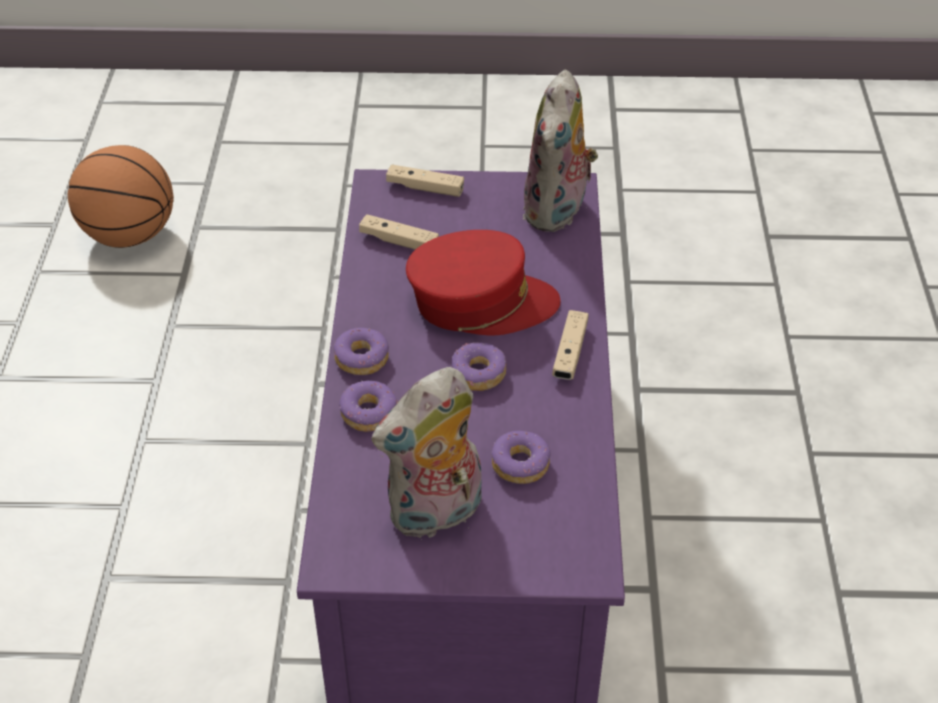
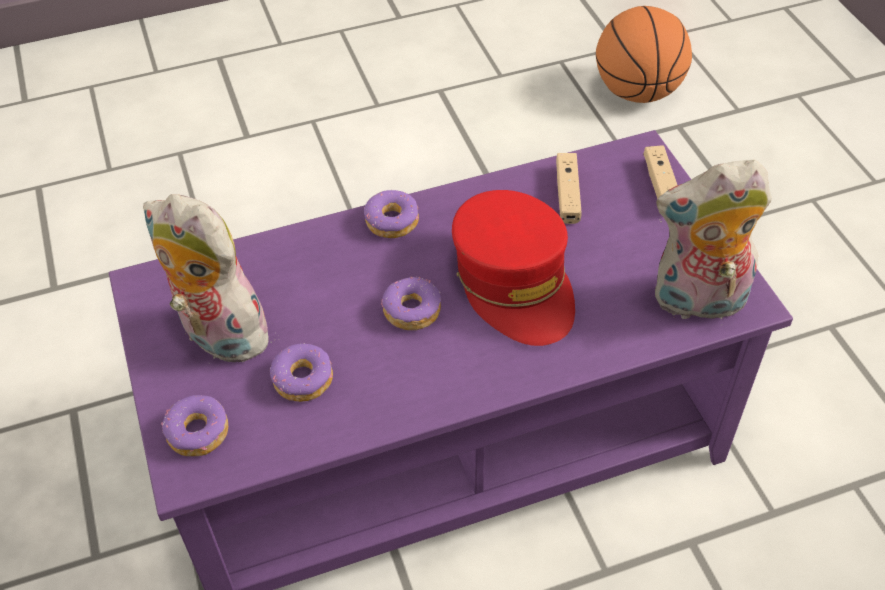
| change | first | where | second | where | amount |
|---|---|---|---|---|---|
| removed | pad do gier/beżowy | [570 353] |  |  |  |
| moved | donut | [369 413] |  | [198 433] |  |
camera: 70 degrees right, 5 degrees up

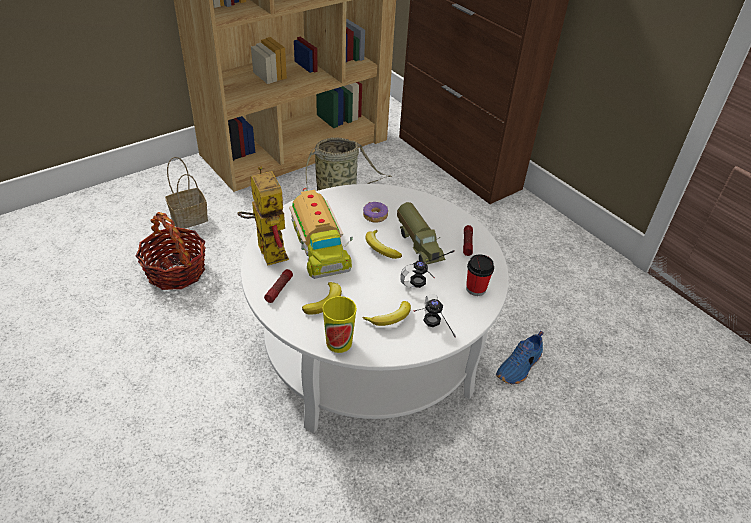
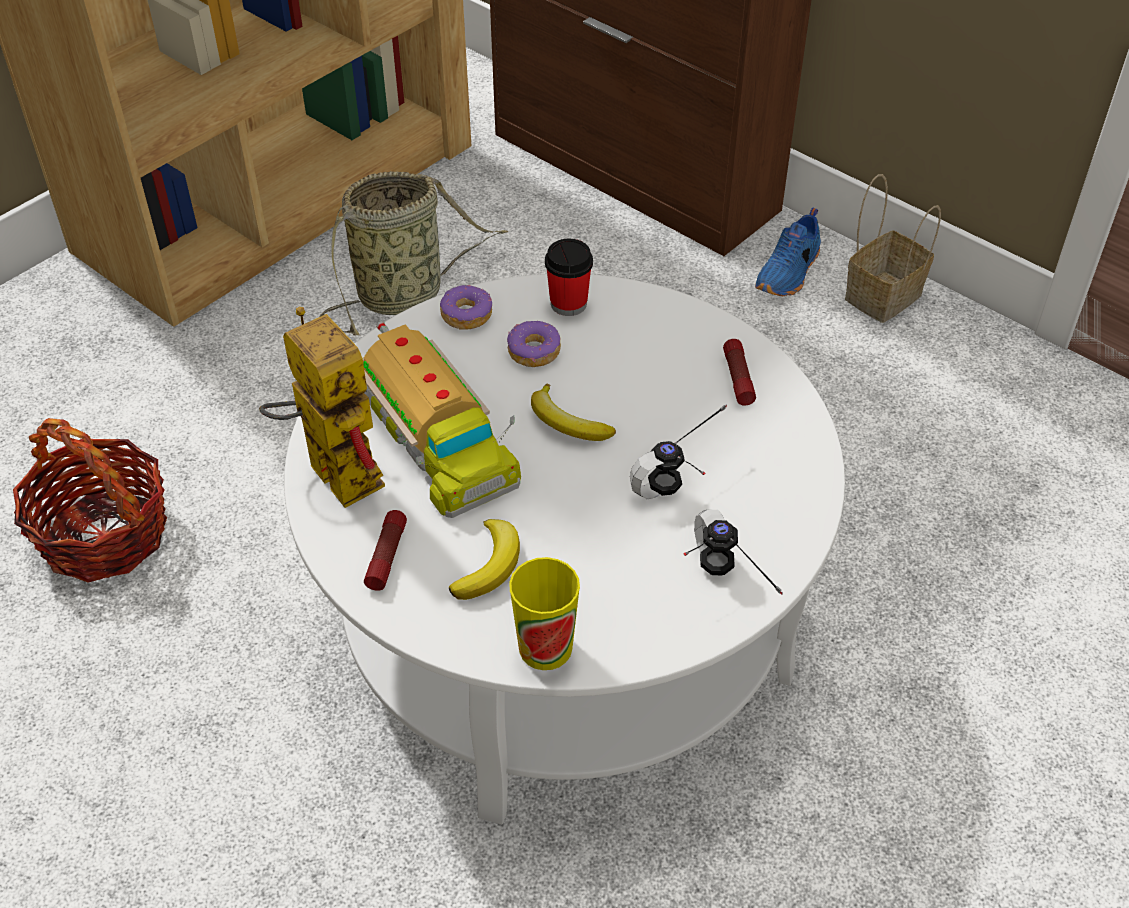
| change | first | where | second | where | amount |
|---|---|---|---|---|---|
| moved | koszyk | [190 218] |  | [883 295] |  |
| removed | ciężarówka zabawkowa | [419 244] |  |  |  |
| moved | filiżanka | [476 289] |  | [568 304] |  |
| removed | banan | [390 318] |  |  |  |
| moved | but/niebieski | [519 367] |  | [789 273] |  |
| added |  |  | donut | [466 314] |  |
camera: 10 degrees left, 5 degrees up

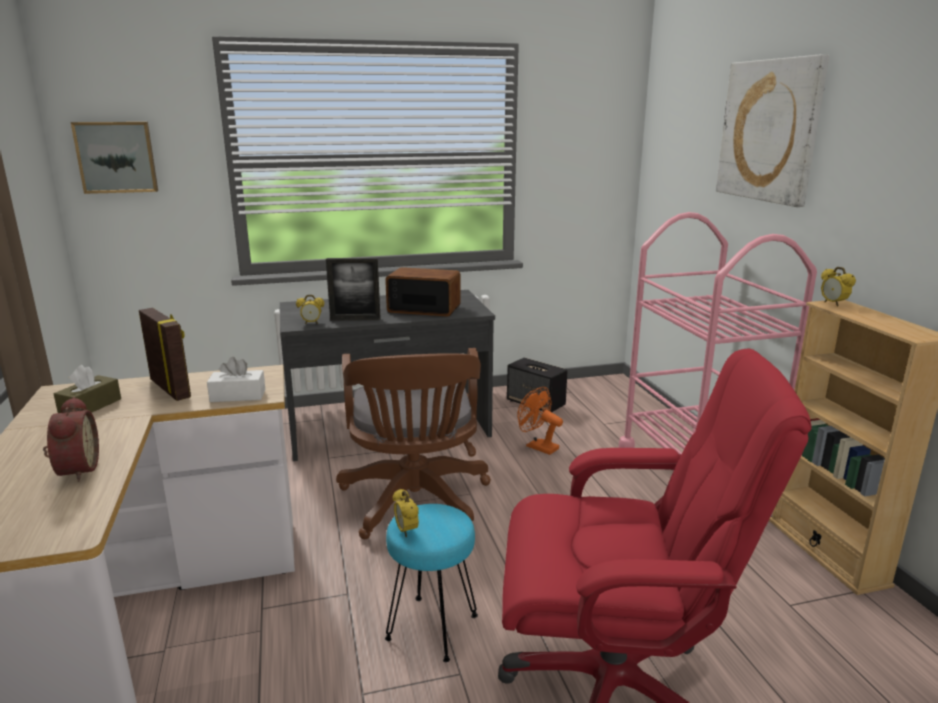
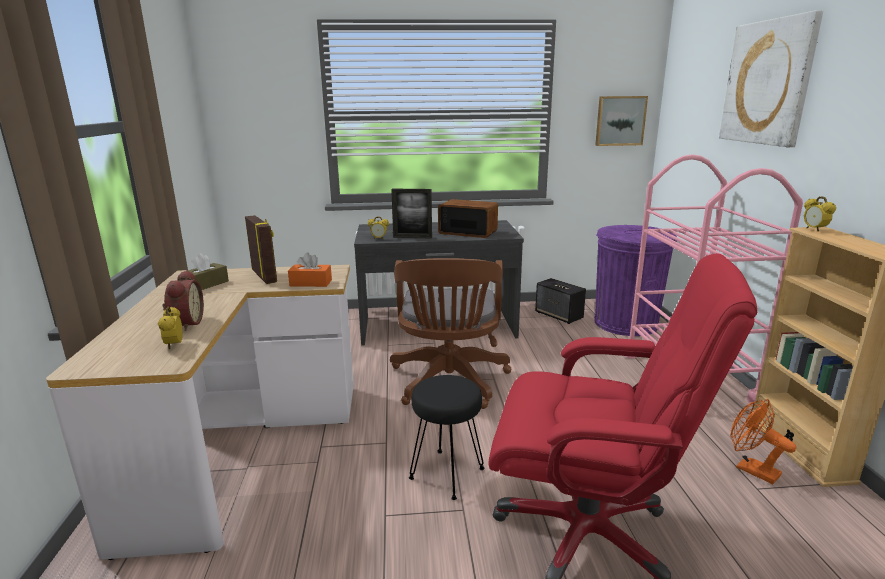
| change | first | where | second | where | amount |
|---|---|---|---|---|---|
| moved | obraz | [116 157] |  | [620 121] |  |
| recoloured | pudełko chusteczek/biały | [238 396] | pudełko chusteczek/pomarańczowy | [311 283] |  |
| moved | wentylator/pomarańczowy | [537 446] |  | [750 469] |  |
| moved | budzik | [406 531] |  | [174 345] |  |
| recoloured | stołek/turkusowy | [433 628] | stołek/czarny | [447 474] |  |
| added |  |  | kosz na śmieci/fioletowy | [625 323] |  |
camera: 10 degrees right, 0 degrees up

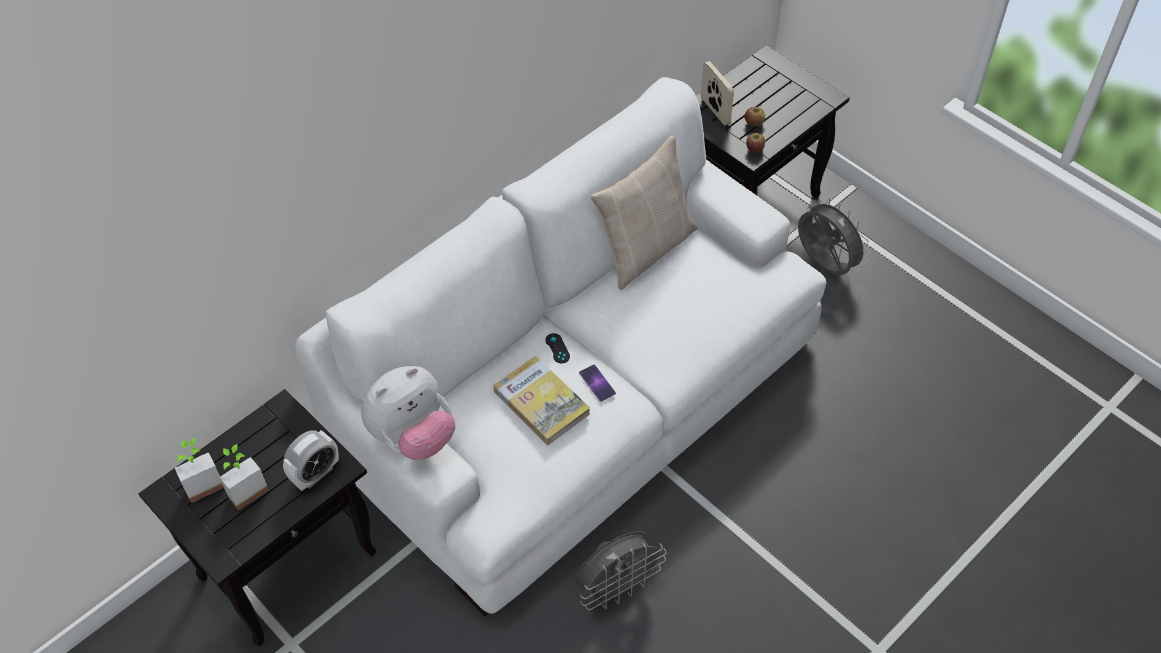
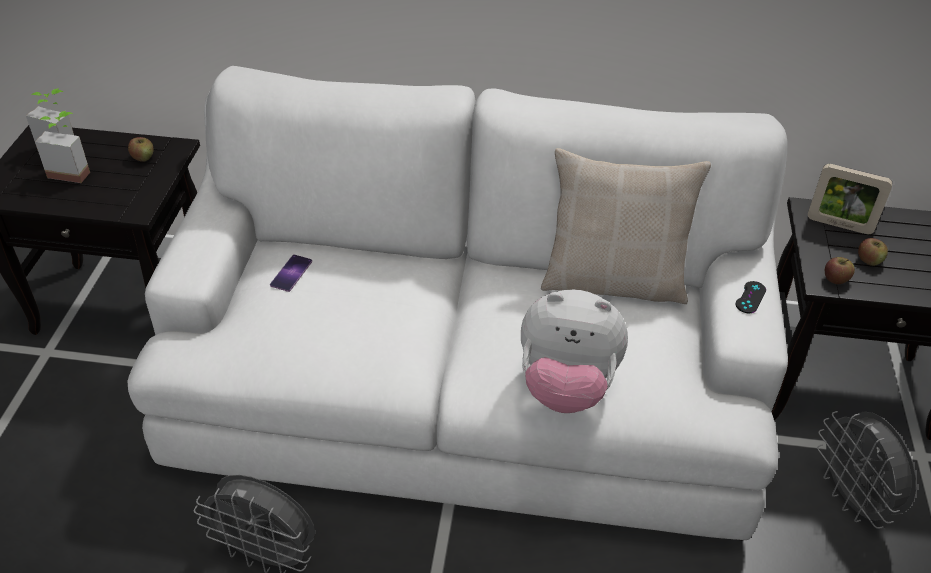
| change | first | where | second | where | amount |
|---|---|---|---|---|---|
| turned | ramka na zdjęcie | [715 111] |  | [839 225] | 90 degrees clockwise |
| turned | wentylator/szary | [823 266] |  | [852 500] | 150 degrees clockwise |
| moved | pad do gier/czarny | [557 348] |  | [750 297] |  |
| removed | książka | [541 402] |  |  |  |
| moved | telefon | [597 383] |  | [291 273] |  |
| moved | pluszak | [413 436] |  | [566 387] |  |
| removed | budzik | [315 474] |  |  |  |
| added |  |  | jabłko | [143 157] |  |
camera: 50 degrees right, 10 degrees down

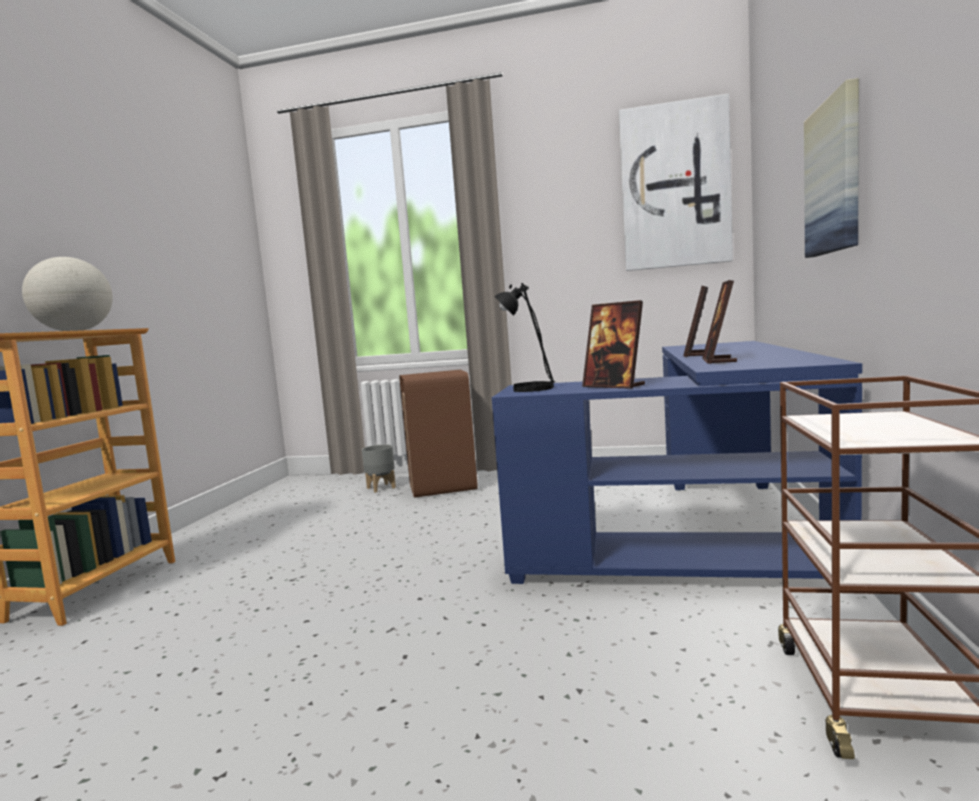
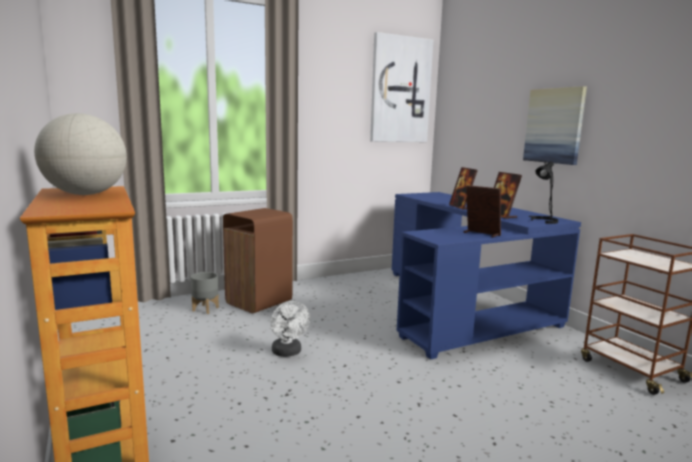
| change | first | where | second | where | amount |
|---|---|---|---|---|---|
| moved | lampa stołowa/czarny | [531 388] |  | [542 221] |  |
| turned | ramka na zdjęcie | [614 386] |  | [481 234] | 150 degrees counterclockwise |
| added |  |  | wentylator/biały | [288 353] |  |
camera: 40 degrees left, 5 degrees up

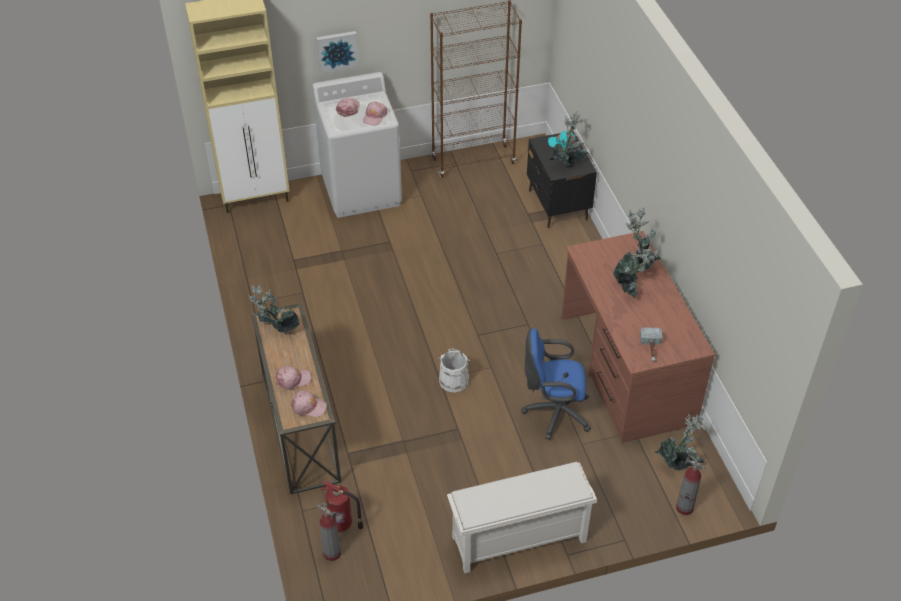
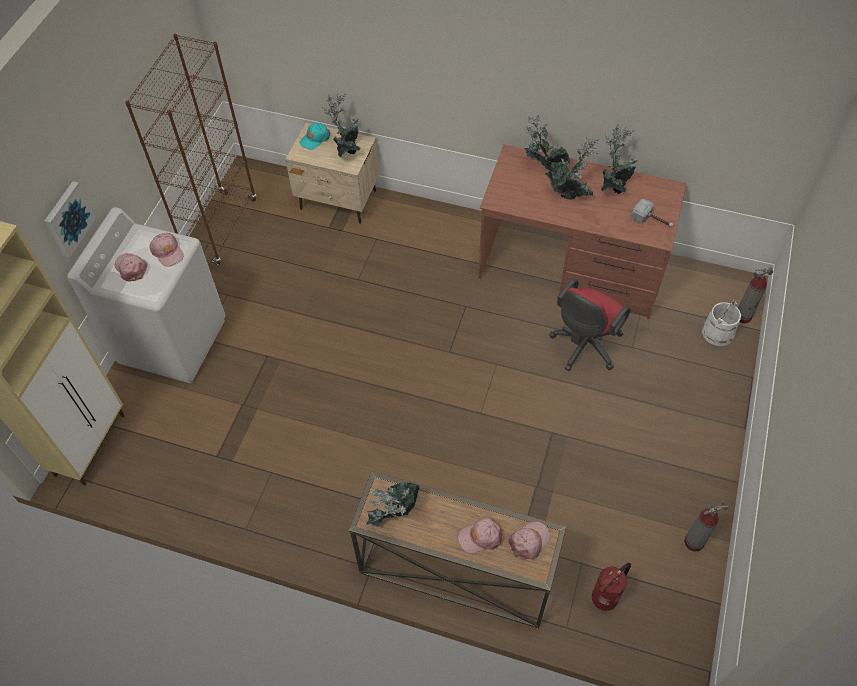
| change | first | where | second | where | amount |
|---|---|---|---|---|---|
| recoloured | szafka nocna/czarny | [557 205] | szafka nocna/beżowy | [338 200] |  |
| recoloured | krzesło biurowe/niebieski | [553 413] | krzesło biurowe/czerwony | [583 347] |  |
| moved | wiadro/biały | [453 381] |  | [718 333] |  |
| turned | czapka z daszkiem/różowy | [293 380] |  | [480 537] | 120 degrees counterclockwise |
| moved | roślina doniczkowa | [678 463] |  | [613 187] |  |
| removed | regał na buty/biały | [518 540] |  |  |  |
| moved | gaśnica | [332 553] |  | [693 542] |  |
camera: 55 degrees left, 10 degrees up

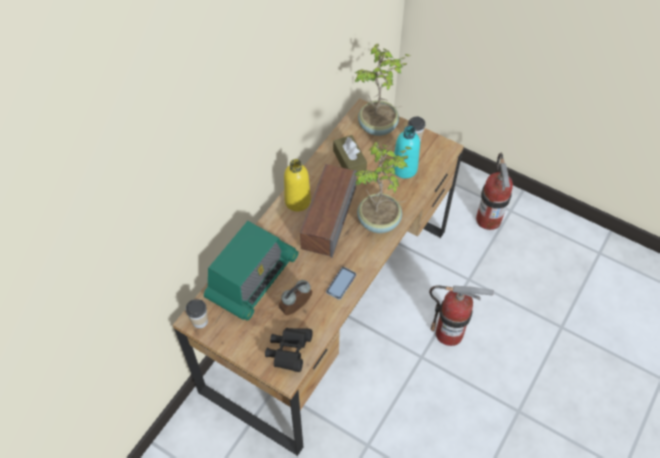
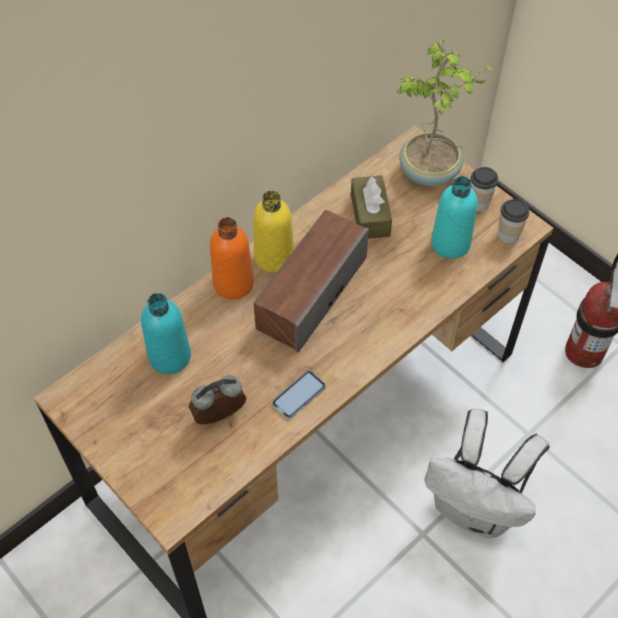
| change | first | where | second | where | amount |
|---|---|---|---|---|---|
| removed | roślina doniczkowa | [380 221] |  |  |  |
| replaced | radio | [252 278] | butelka/turkusowy | [170 356] |  |
| replaced | gaśnica | [449 333] | plecak/biały | [475 508] |  |
| moved | filiżanka | [200 321] |  | [508 235] |  |
| removed | lornetka/czarny | [289 352] |  |  |  |
| added |  |  | butelka/pomarańczowy | [233 283] |  |
camera: 15 degrees right, 0 degrees up

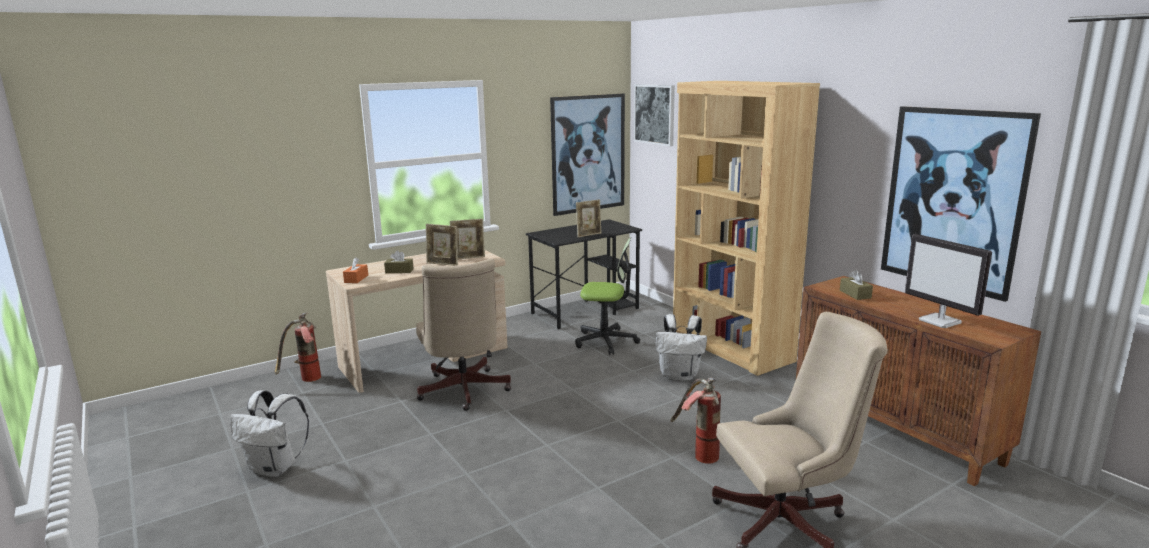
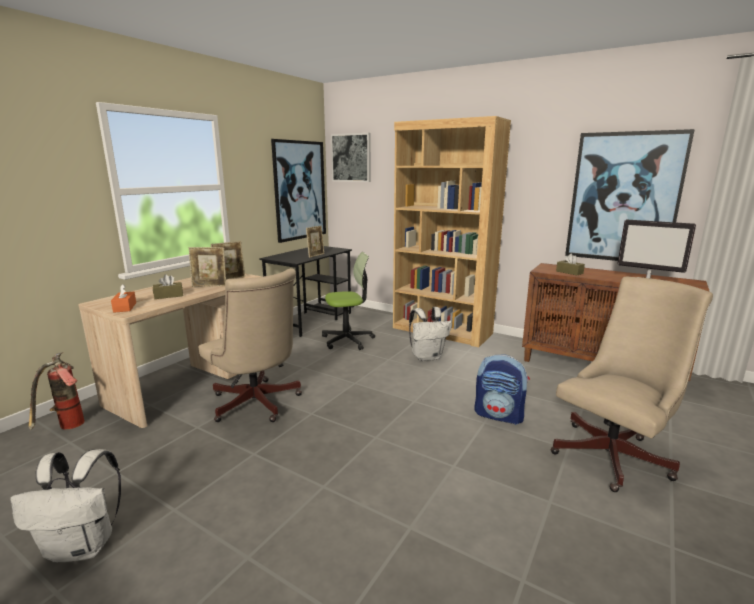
| change | first | where | second | where | amount |
|---|---|---|---|---|---|
| replaced | gaśnica | [697 454] | plecak | [499 415] |  |
camera: 25 degrees left, 0 degrees up

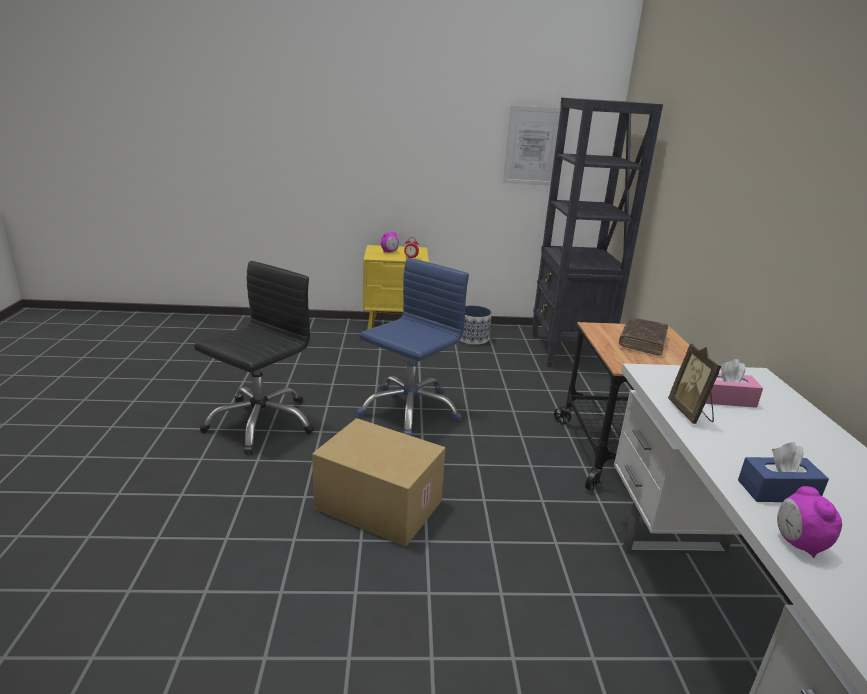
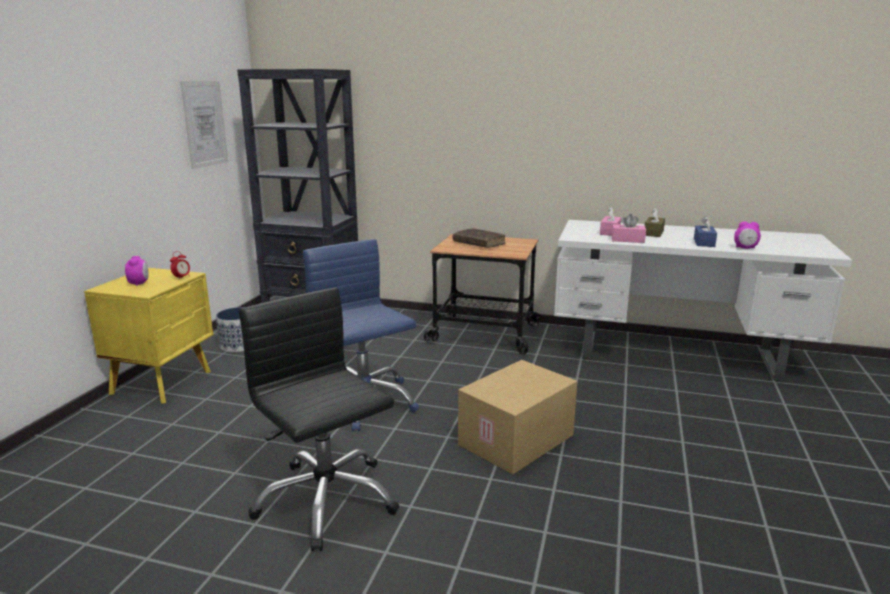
| change | first | where | second | where | amount |
|---|---|---|---|---|---|
| replaced | ramka na zdjęcie | [690 413] | pudełko chusteczek/różowy | [627 240] |  |
| added |  |  | pudełko chusteczek/brązowy | [653 233] |  |
camera: 70 degrees left, 5 degrees down

